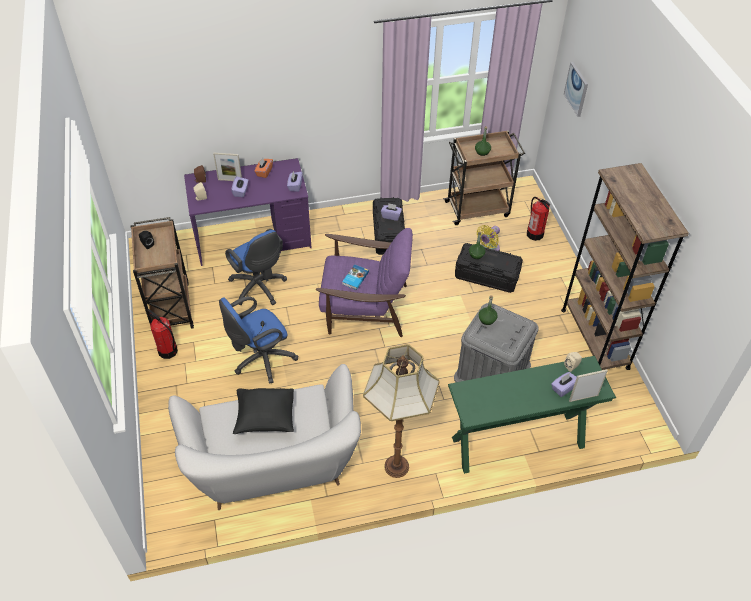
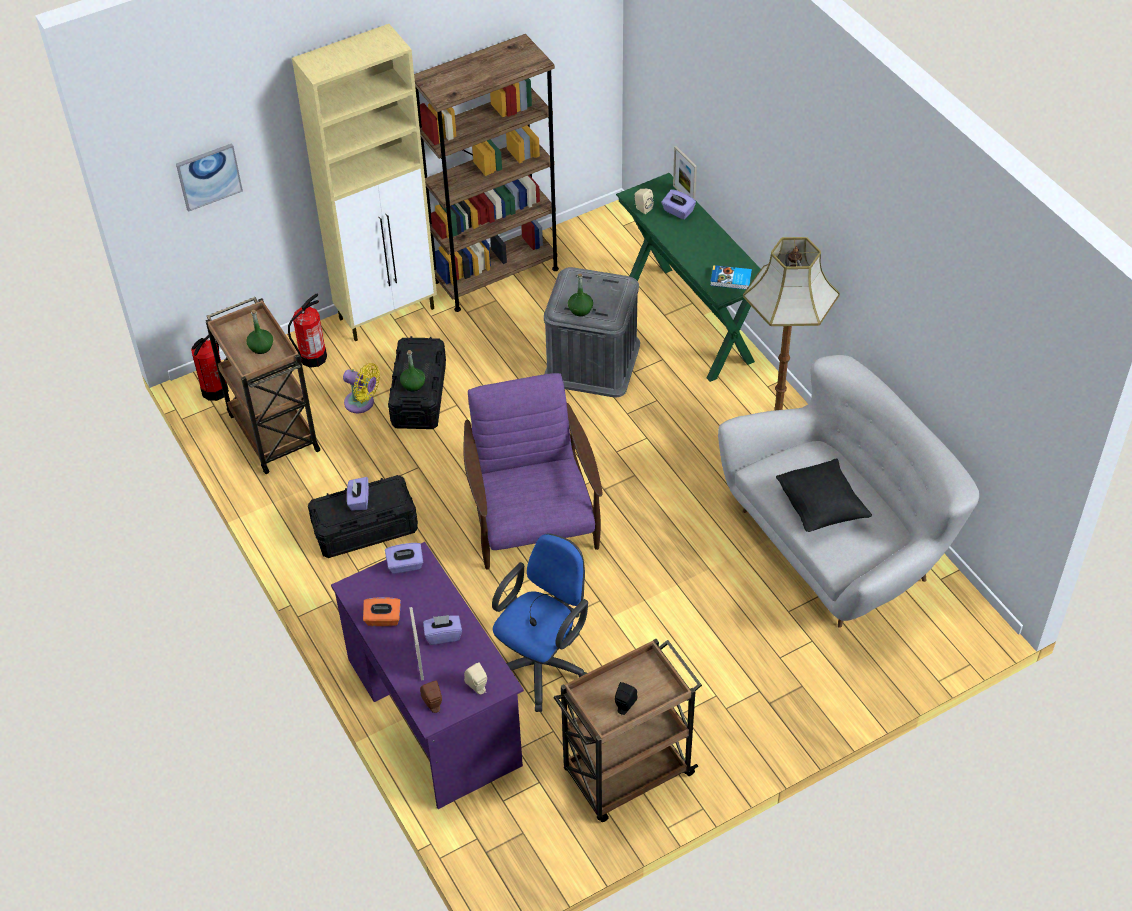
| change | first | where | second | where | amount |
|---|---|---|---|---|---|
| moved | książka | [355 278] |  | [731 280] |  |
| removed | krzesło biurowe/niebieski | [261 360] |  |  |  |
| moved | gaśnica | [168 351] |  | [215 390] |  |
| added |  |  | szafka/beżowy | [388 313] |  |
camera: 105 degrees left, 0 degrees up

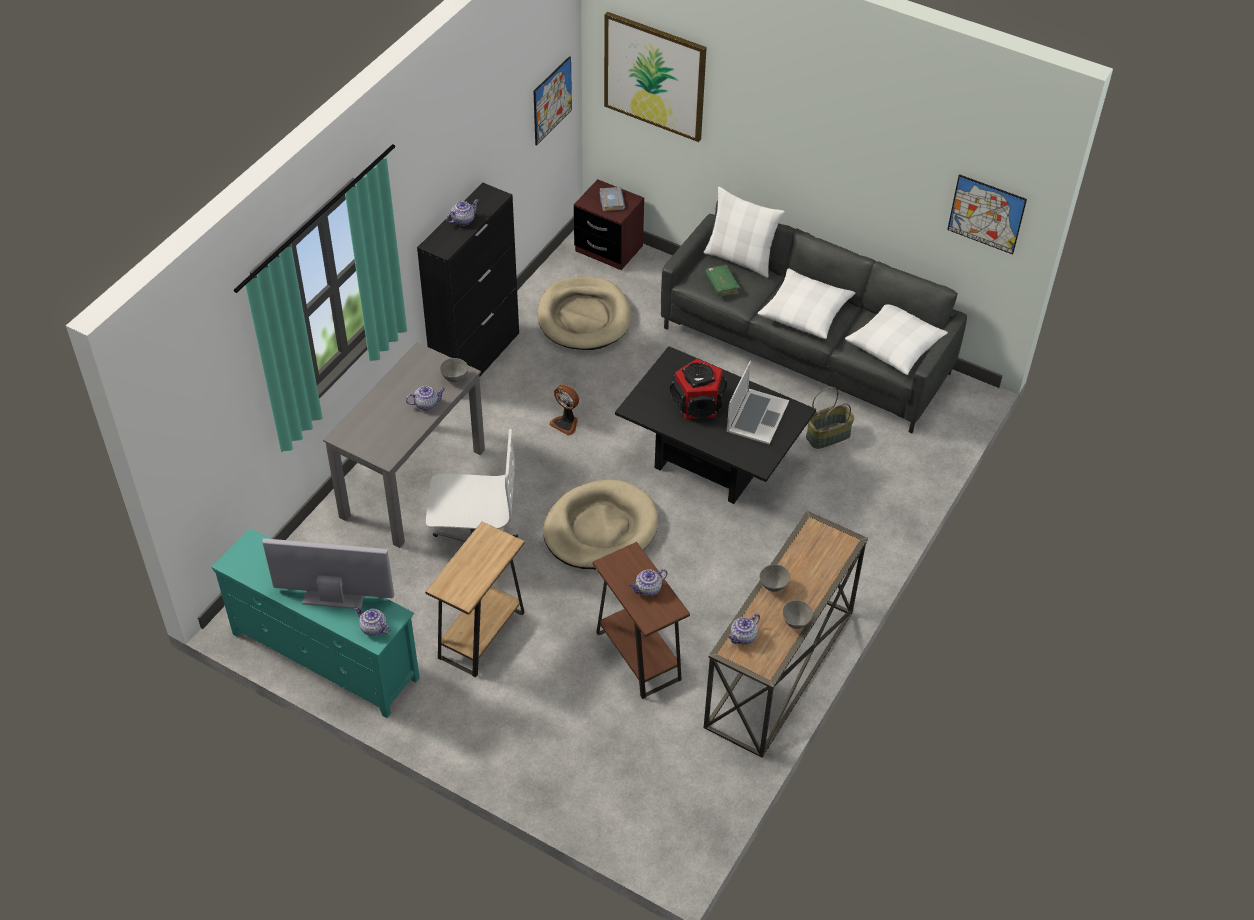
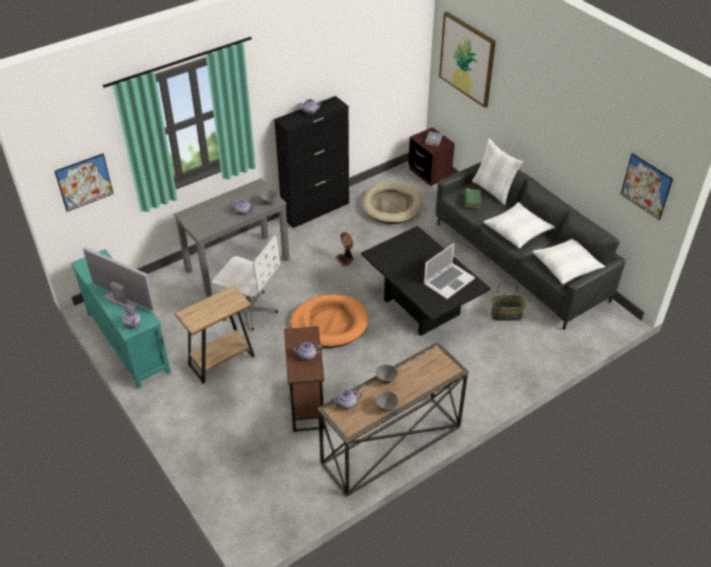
| change | first | where | second | where | amount |
|---|---|---|---|---|---|
| moved | obraz | [552 100] |  | [84 182] |  |
| removed | głośnik | [698 404] |  |  |  |
| recoloured | legowisko/beżowy | [600 529] | legowisko/pomarańczowy | [329 324] |  |
camera: 25 degrees right, 5 degrees down

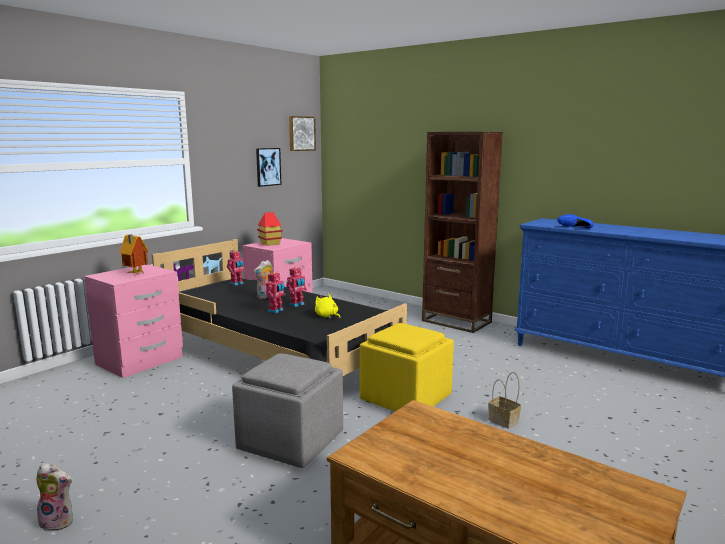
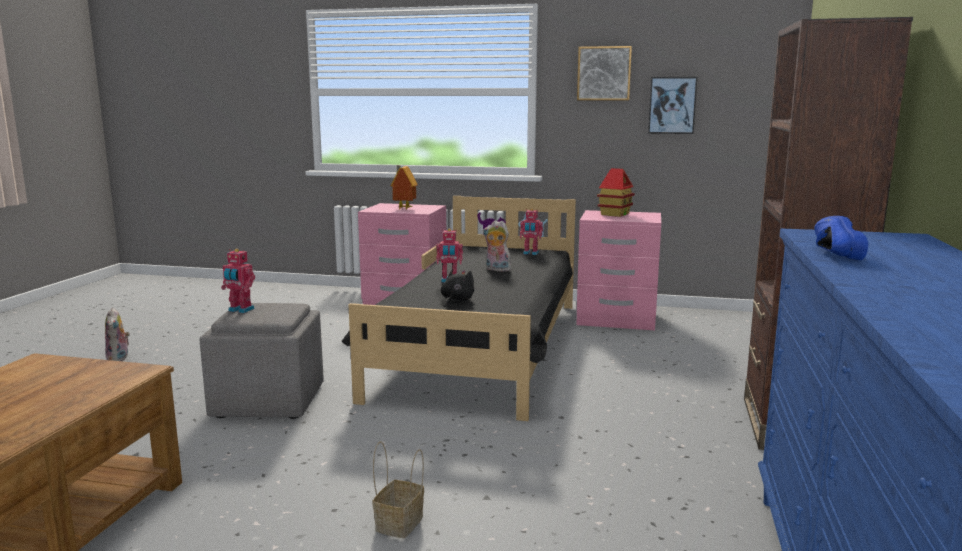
| change | first | where | second | where | amount |
|---|---|---|---|---|---|
| moved | obraz | [301 133] |  | [604 73] |  |
| moved | robot zabawkowy | [297 304] |  | [240 310] |  |
| recoloured | pluszak/żółty | [327 316] | pluszak/czarny | [456 300] |  |
| removed | pufa/żółty | [405 398] |  |  |  |
camera: 65 degrees right, 0 degrees up

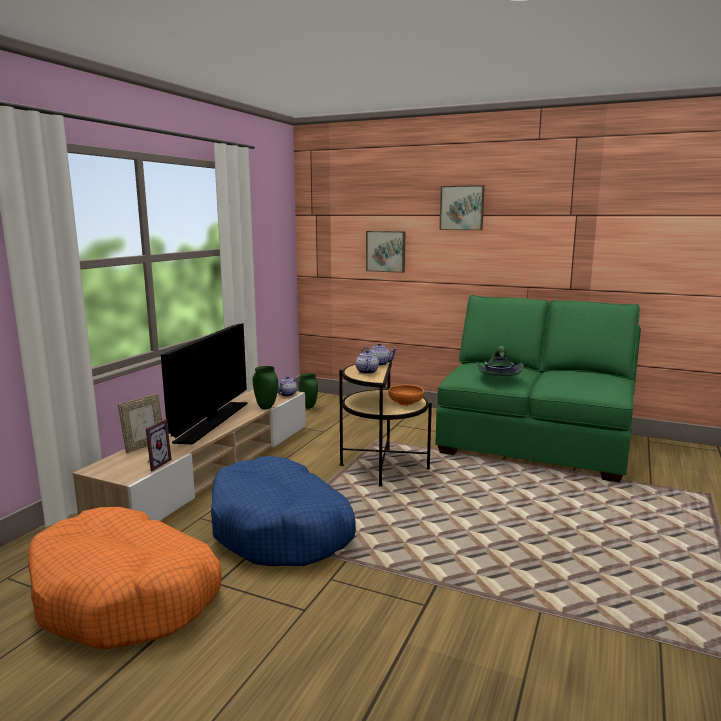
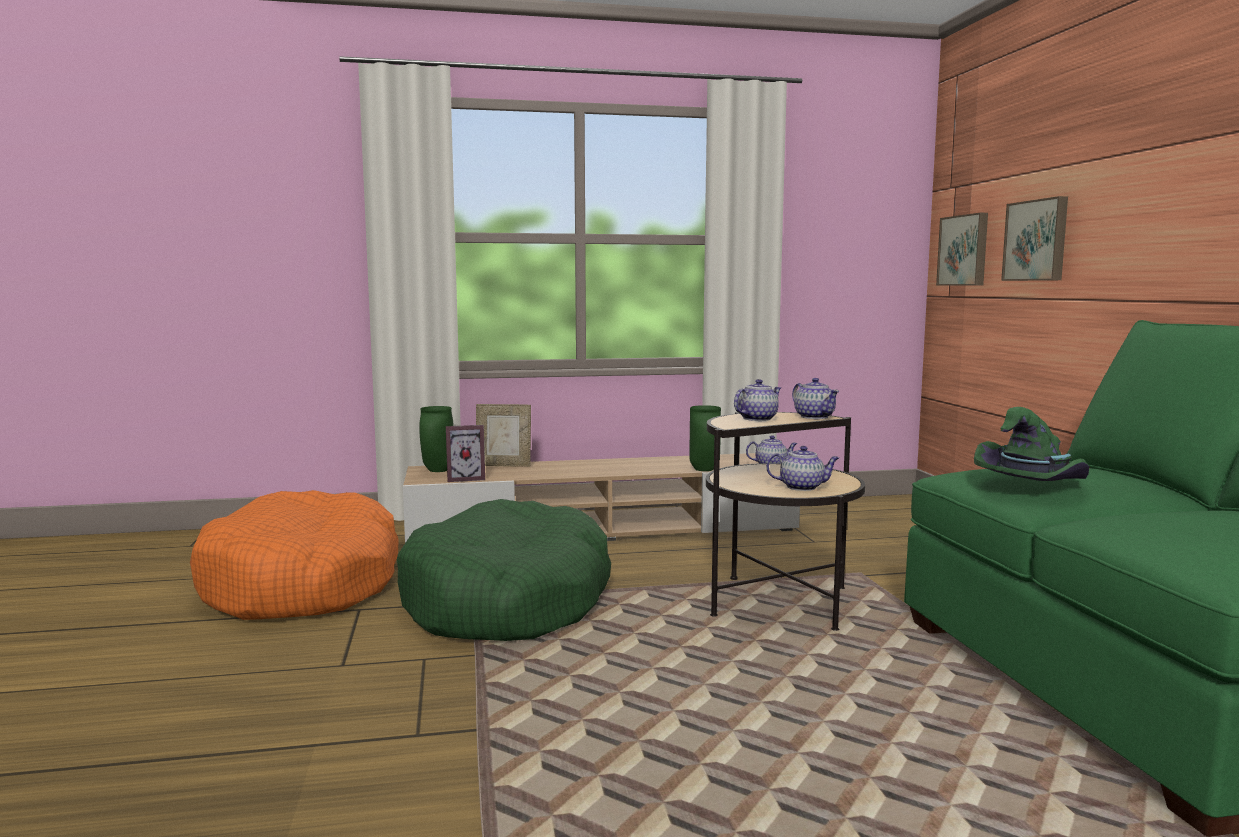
| change | first | where | second | where | amount |
|---|---|---|---|---|---|
| moved | obraz | [462 208] |  | [964 250] |  |
| removed | telewizor | [212 422] |  |  |  |
| moved | wazon/zielony | [308 407] |  | [437 470] |  |
| replaced | miska/pomarańczowy | [405 403] | imbryk | [802 487] |  |
| recoloured | legowisko/niebieski | [281 529] | legowisko/zielony | [508 601] |  |
camera: 55 degrees right, 5 degrees down

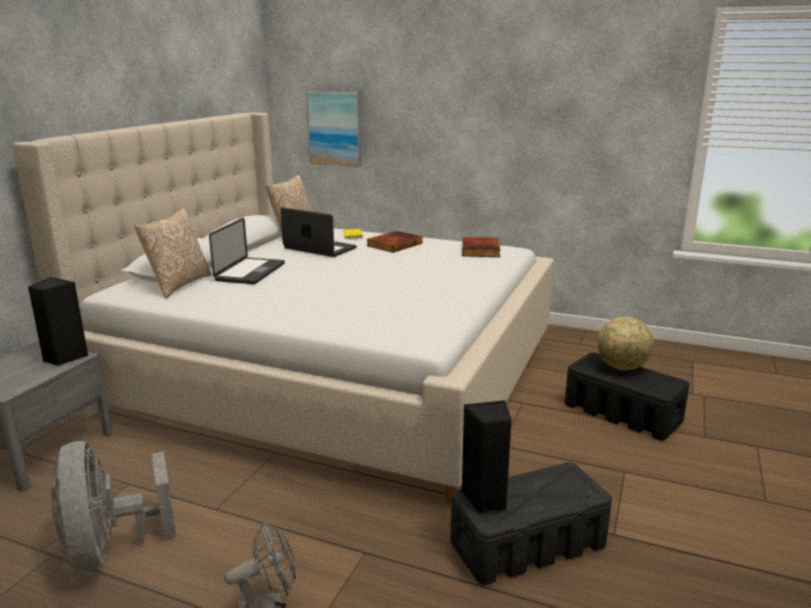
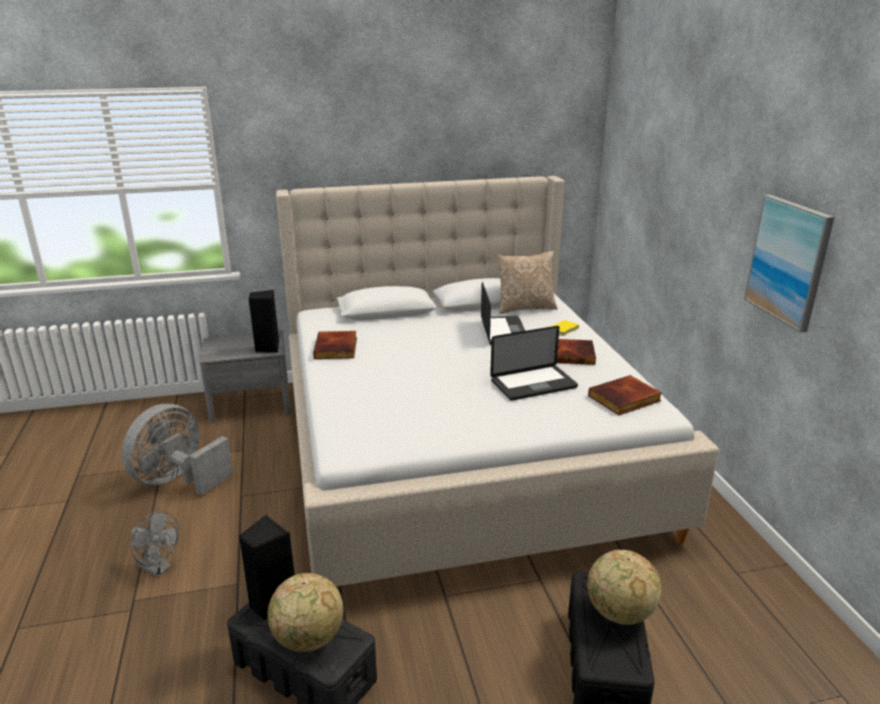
| change | first | where | second | where | amount |
|---|---|---|---|---|---|
| moved | obraz | [335 128] |  | [788 261] |  |
| removed | poduszka | [178 285] |  |  |  |
| moved | laptop | [250 272] |  | [533 384] |  |
| added |  |  | książka | [337 348] |  |
| added |  |  | globus | [309 639] |  |
camera: 55 degrees right, 5 degrees up

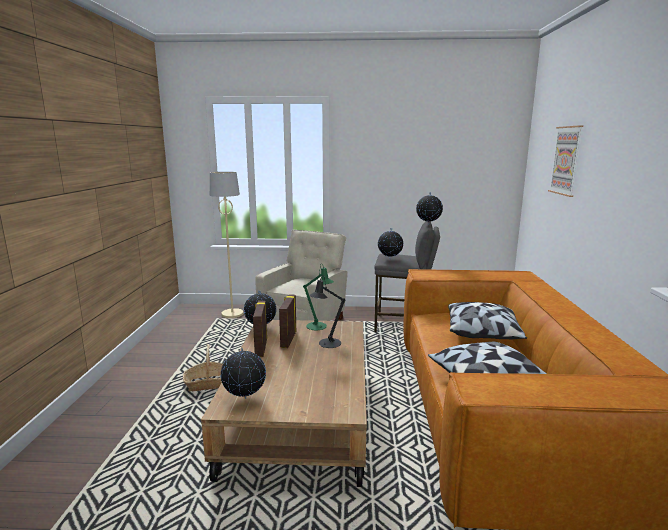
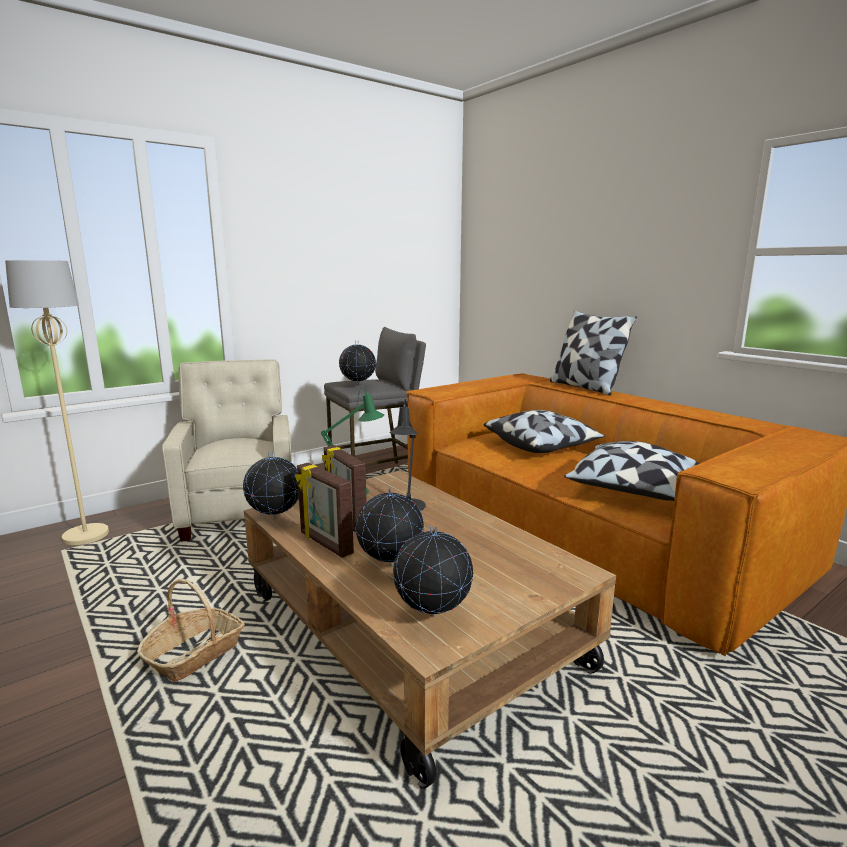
| change | first | where | second | where | amount |
|---|---|---|---|---|---|
| removed | obraz | [566 160] |  |  |  |
| moved | globus | [428 225] |  | [390 566] |  |
| added |  |  | poduszka | [585 387] |  |
camera: 40 degrees left, 0 degrees up

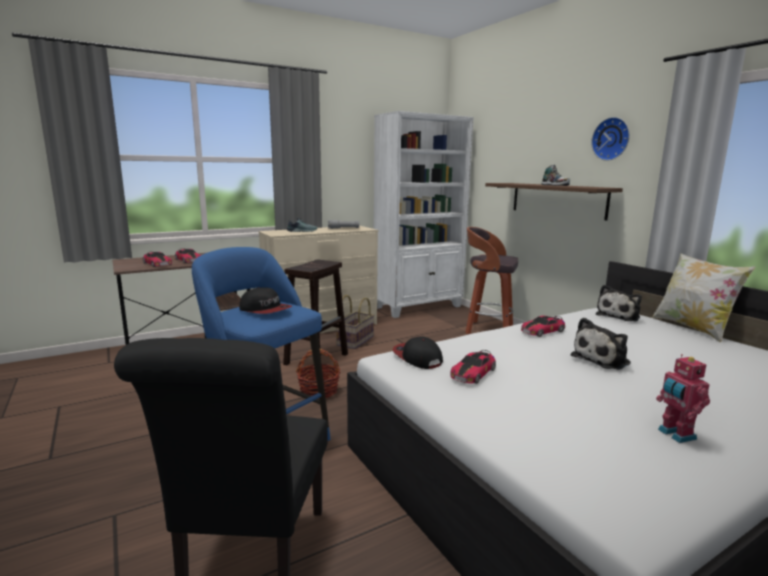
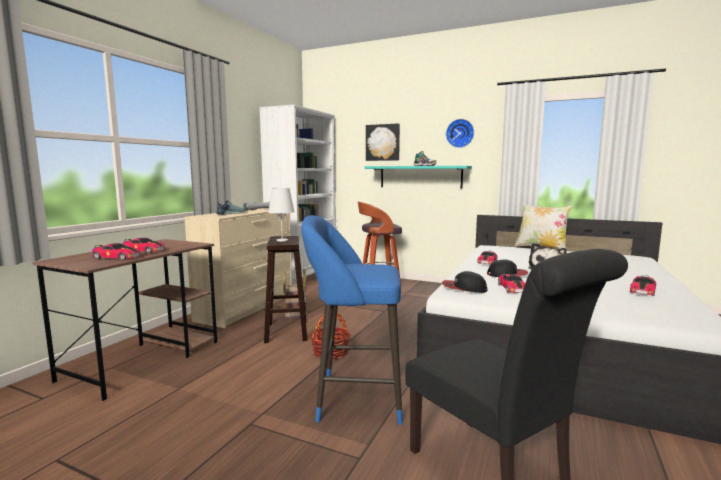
| change | first | where | second | where | amount |
|---|---|---|---|---|---|
| recoloured | półka/brązowy | [557 200] | półka/turkusowy | [420 177] |  |
| removed | pluszak | [619 316] |  |  |  |
| moved | czapka z daszkiem | [265 310] |  | [507 274] |  |
| replaced | robot zabawkowy | [675 434] | samochodzik | [642 290] |  |
| added |  |  | obraz | [383 142] |  |
| added |  |  | lampa stołowa/biały | [282 240] |  |
camera: 35 degrees left, 5 degrees down

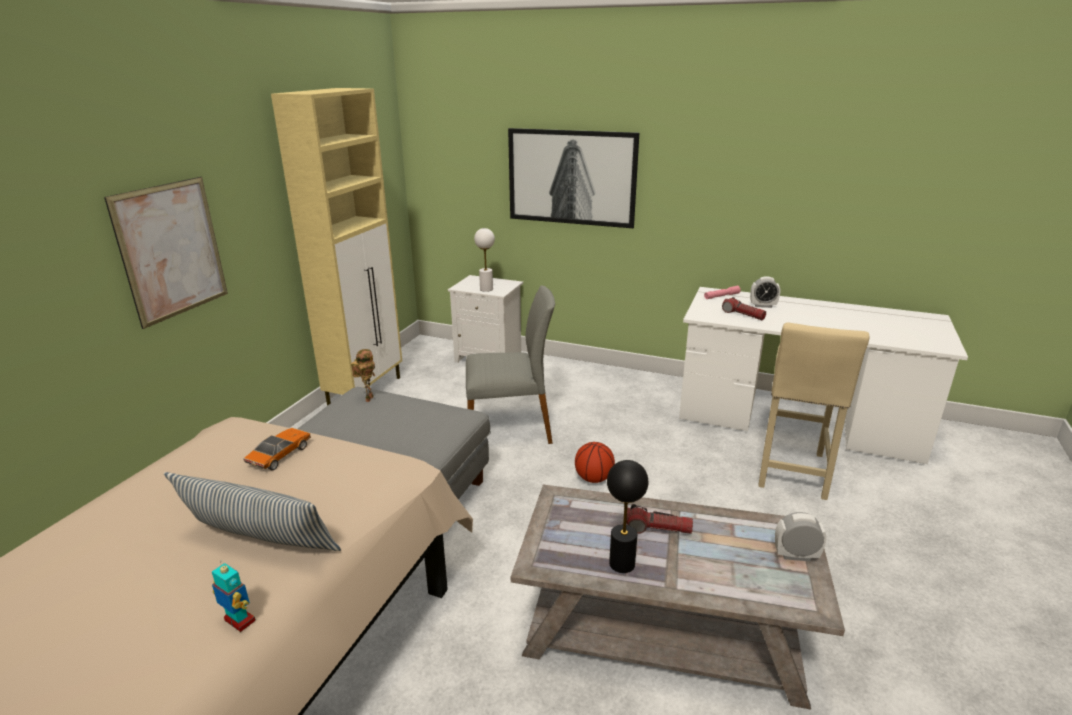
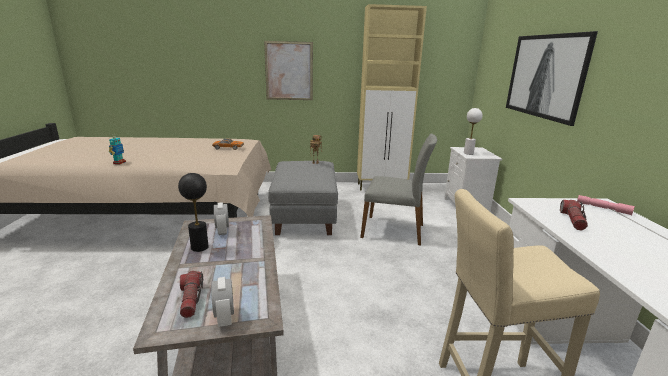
| change | first | where | second | where | amount |
|---|---|---|---|---|---|
| moved | budzik | [763 306] |  | [222 231] |  |
| turned | krzesło/szary | [509 428] |  | [394 230] | 45 degrees counterclockwise |
| removed | piłka do koszykówki | [593 479] |  |  |  |
| removed | poduszka | [260 542] |  |  |  |
| moved | latarka | [657 529] |  | [191 299] |  |
camera: 65 degrees right, 5 degrees down

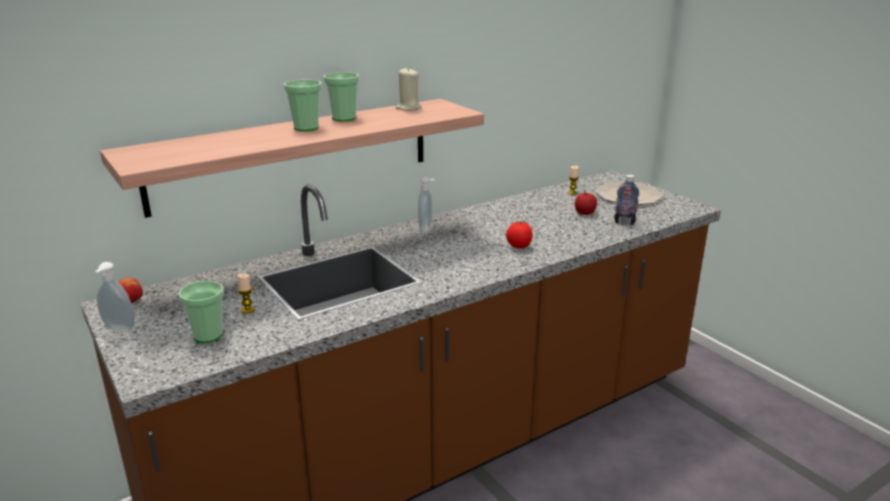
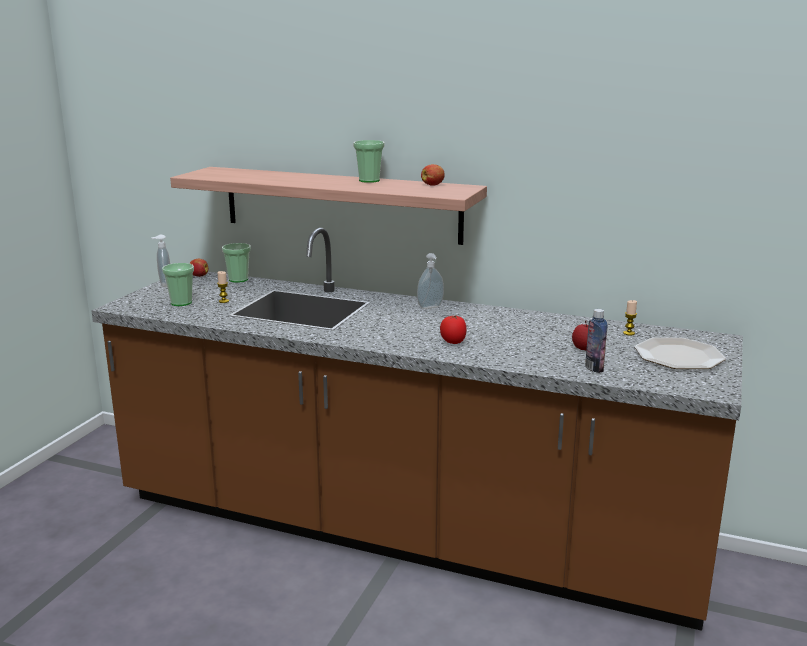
| change | first | where | second | where | amount |
|---|---|---|---|---|---|
| replaced | świeca/beżowy | [408 108] | jabłko | [433 185] |  |
| moved | filiżanka | [306 128] |  | [238 279] |  |
camera: 55 degrees right, 5 degrees down

